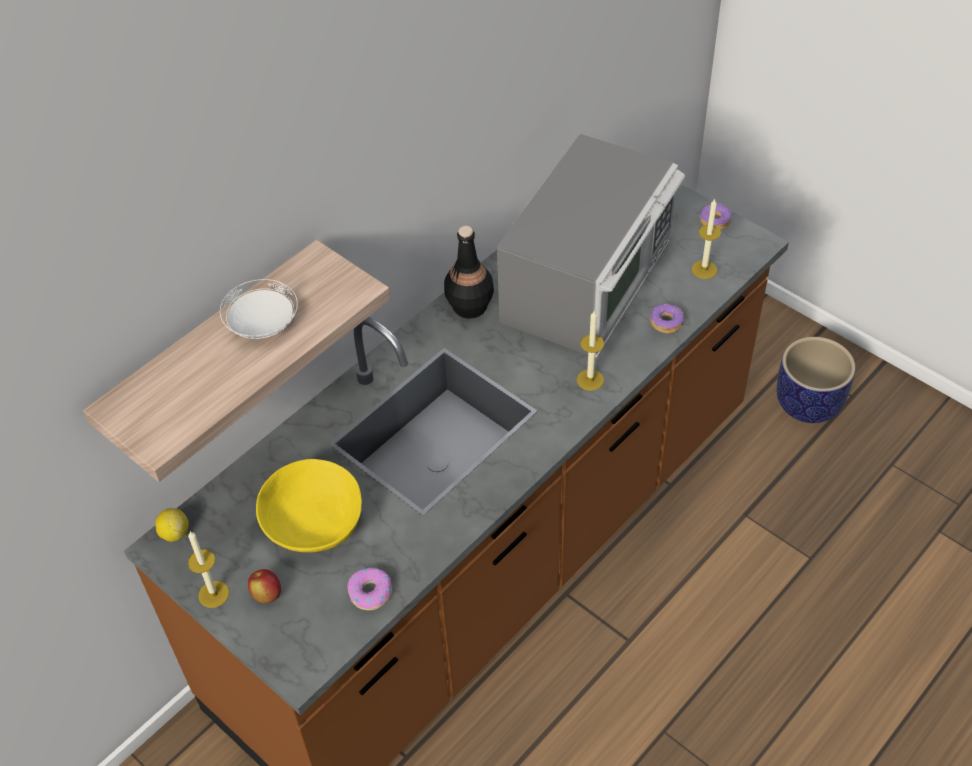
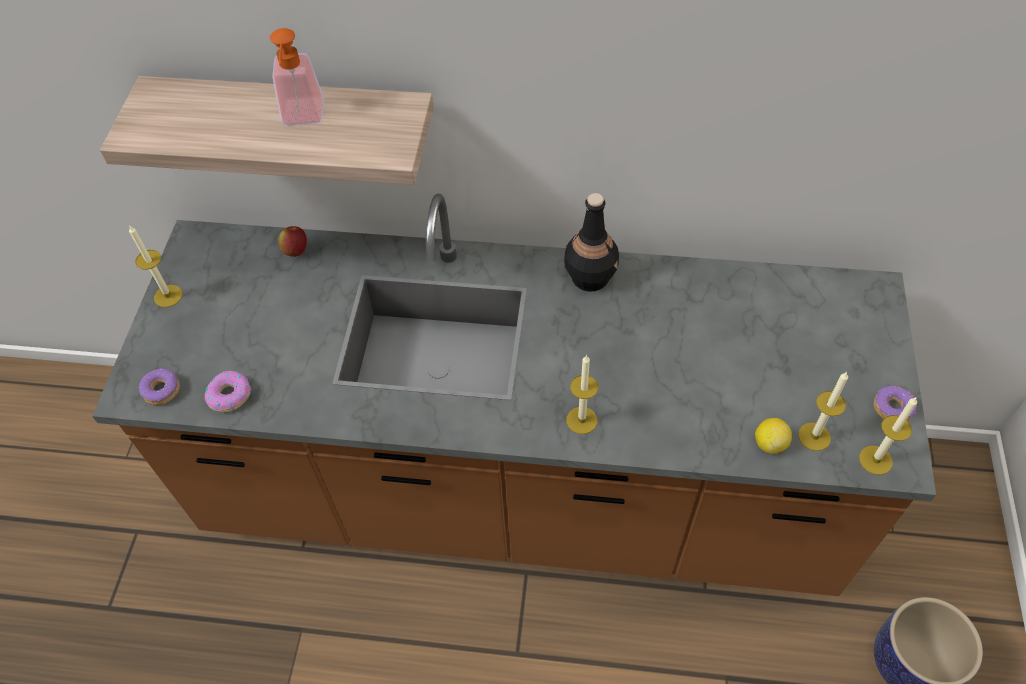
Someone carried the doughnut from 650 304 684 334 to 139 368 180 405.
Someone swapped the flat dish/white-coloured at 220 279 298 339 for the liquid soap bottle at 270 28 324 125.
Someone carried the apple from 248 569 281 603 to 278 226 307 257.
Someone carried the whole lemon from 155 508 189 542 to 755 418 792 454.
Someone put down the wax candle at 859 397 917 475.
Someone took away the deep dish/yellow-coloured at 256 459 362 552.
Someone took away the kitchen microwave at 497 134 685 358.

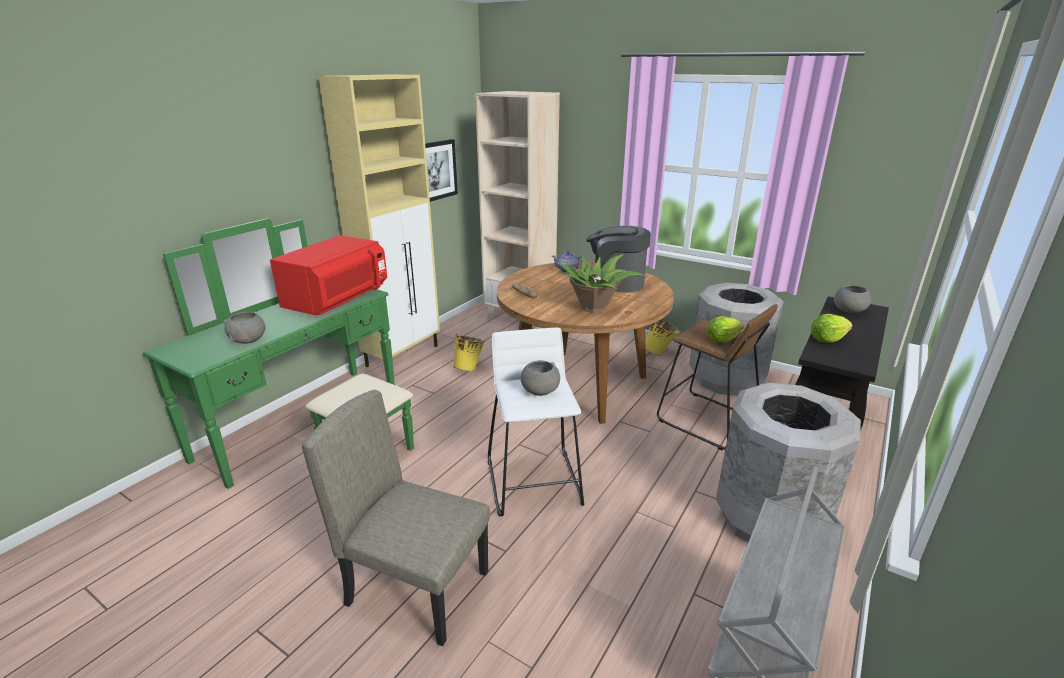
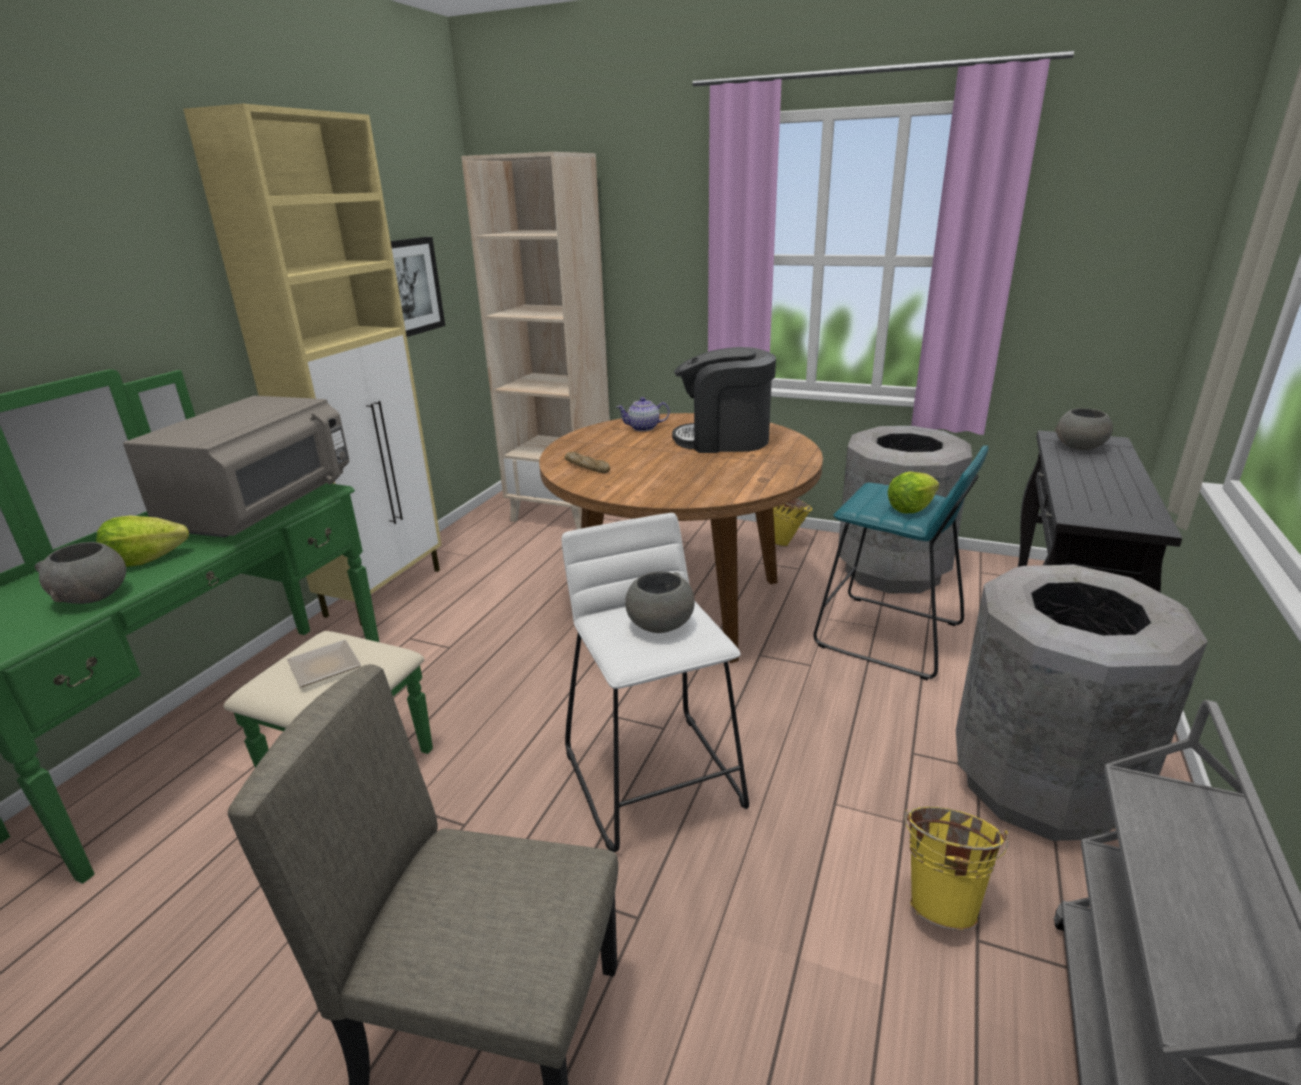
Someone carried the head of lettuce from 811 314 853 343 to 97 516 189 567.
Someone repainted the kitchen microwave/reddish at 270 235 387 315, which became the kitchen microwave/grey at 123 396 349 537.
Someone put down the flat dish at 287 640 361 687.
Someone repainted the sitting stool/brownish at 657 304 778 450, which became the sitting stool/turquoise at 813 445 989 680.
Someone carried the water bucket/yellow-coloured from 452 333 485 371 to 904 807 1008 931.
Someone took away the houseplant at 555 254 645 313.

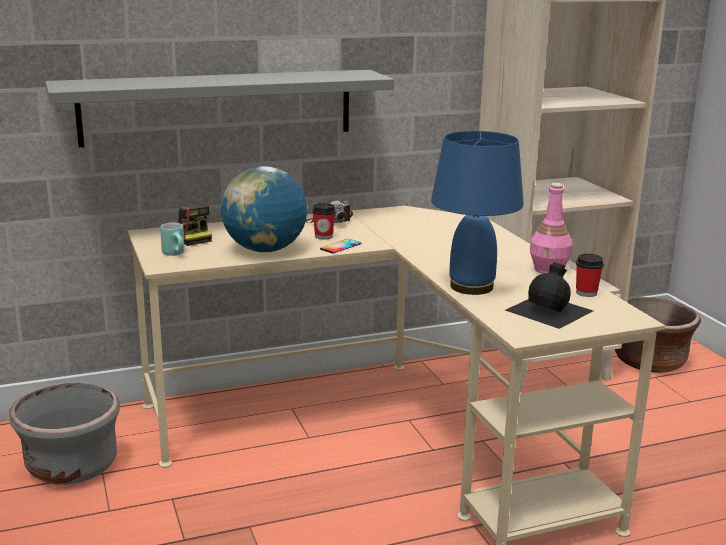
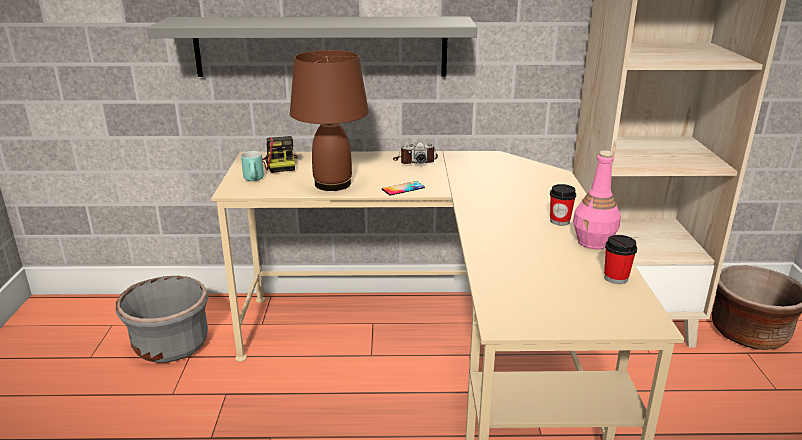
Someone swapped the world globe at 221 166 307 252 for the lamp for a table/brownish at 290 50 369 191.
Someone carried the cup from 312 203 336 240 to 550 184 576 226.
Someone took away the lamp for a table/bluish at 431 131 524 295.
Someone took away the drink bottle/blackish at 505 262 593 329.

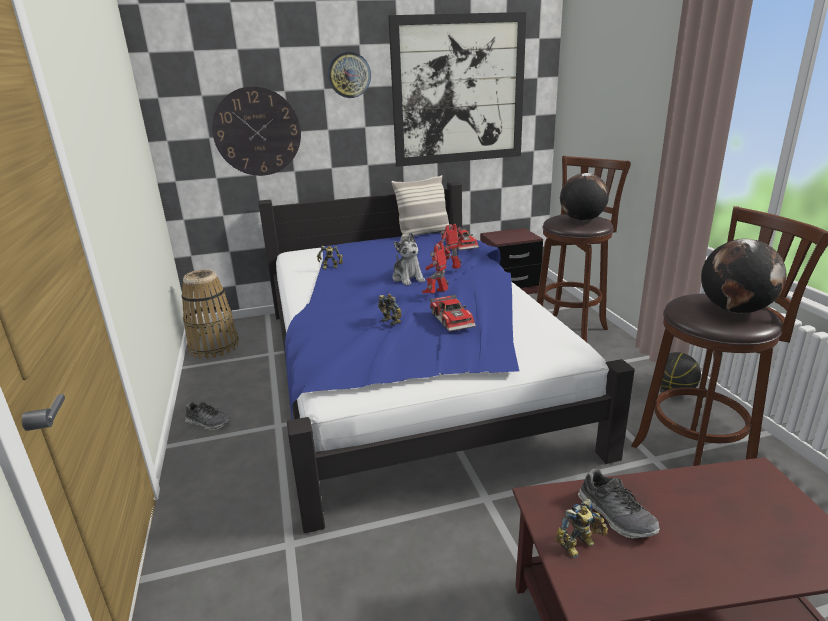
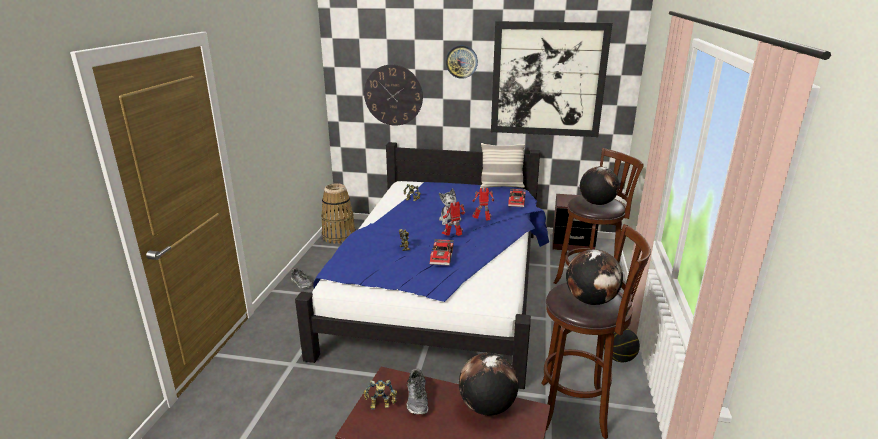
Someone put down the world globe at 459 353 519 415.

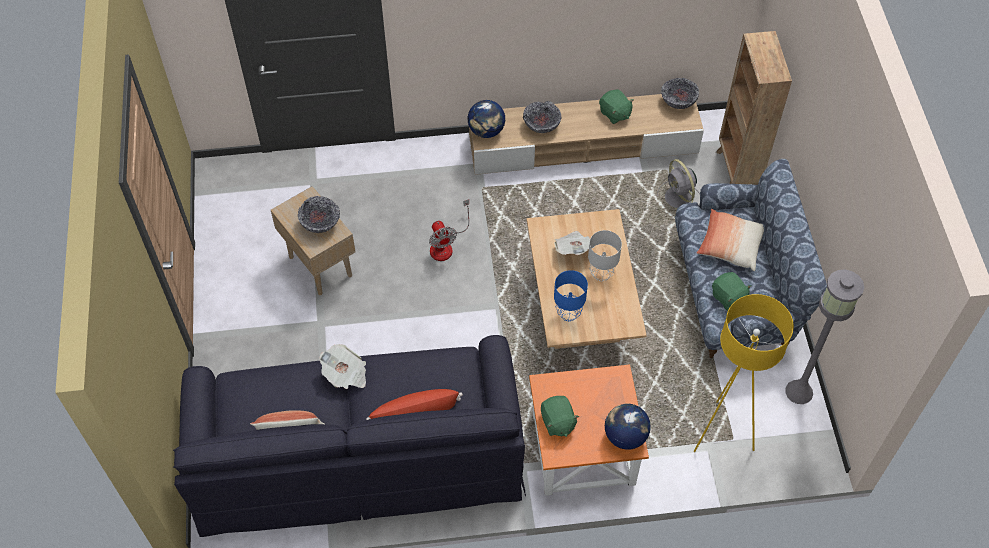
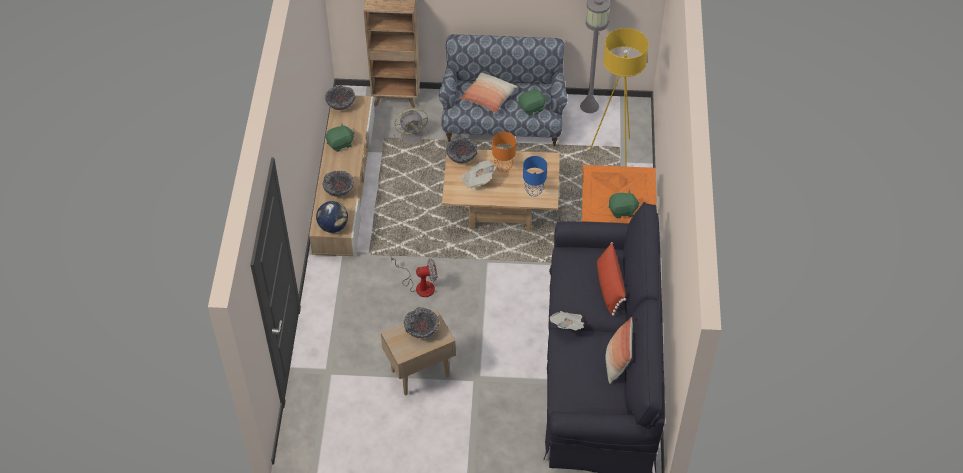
Someone put down the deep dish at 446 137 477 164.
Someone repainted the lamp for a table/grey at 588 230 622 281, which became the lamp for a table/orangey at 492 132 516 173.
Someone took away the world globe at 605 404 651 450.

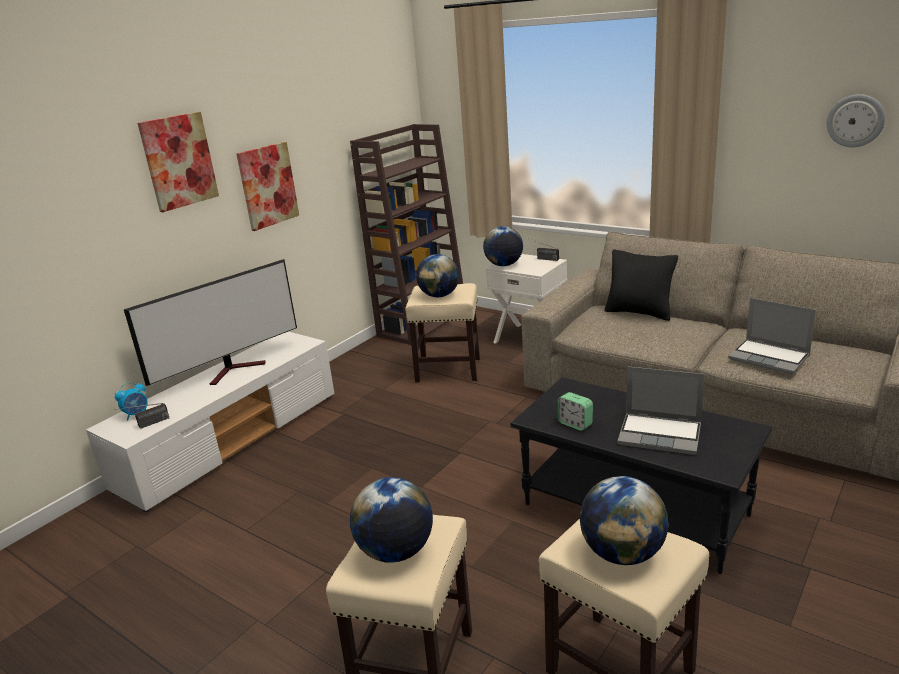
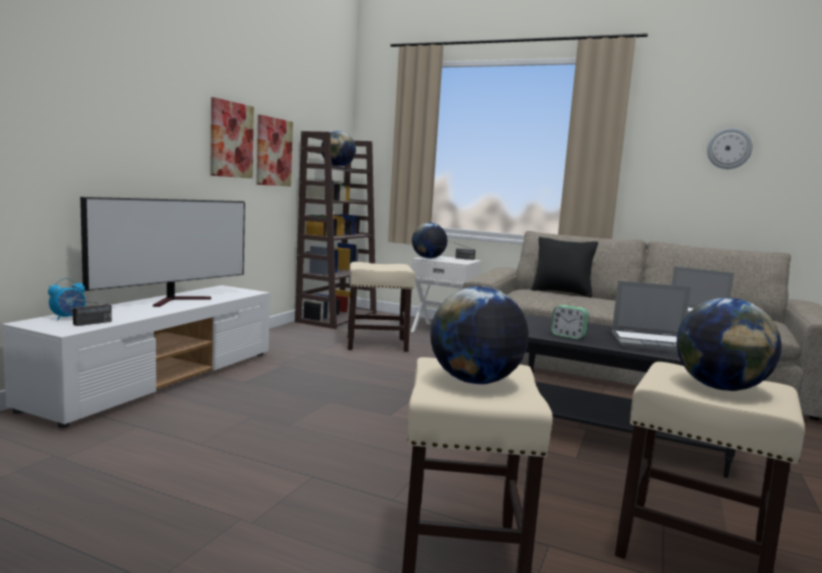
Someone carried the picture from 137 112 219 212 to 256 115 293 186.
Someone carried the world globe from 416 254 459 297 to 321 131 356 167.

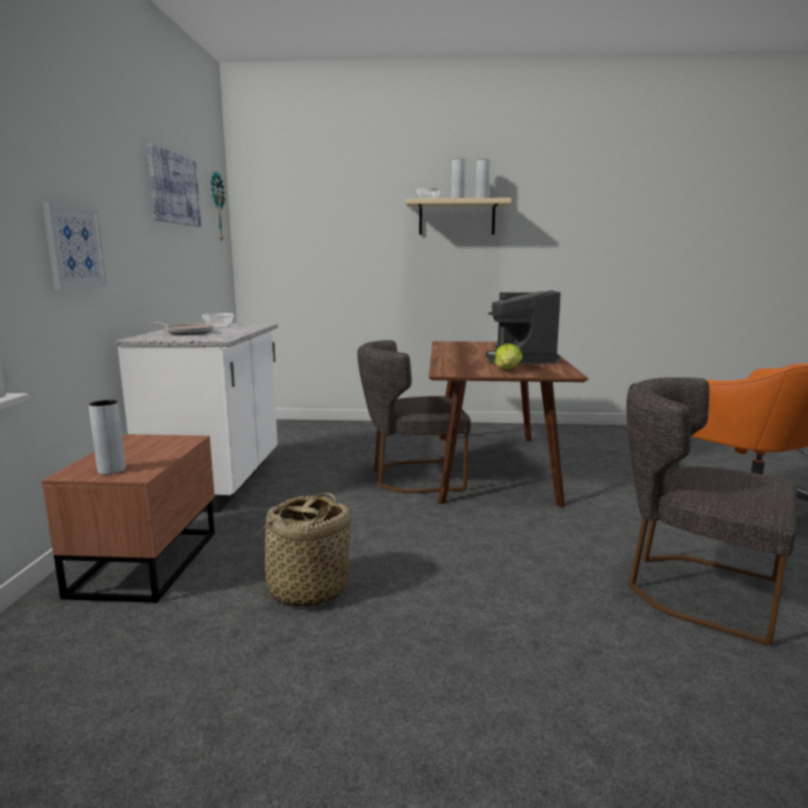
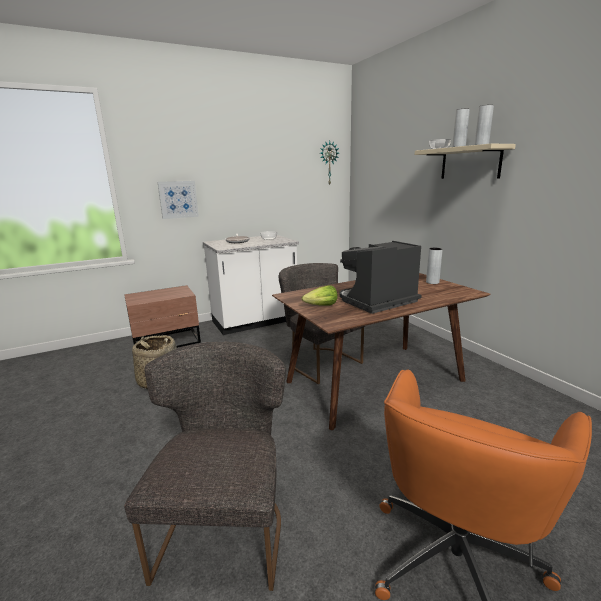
Someone carried the vase/grey from 89 400 126 475 to 426 248 443 284.
Someone took away the picture at 147 144 201 226.

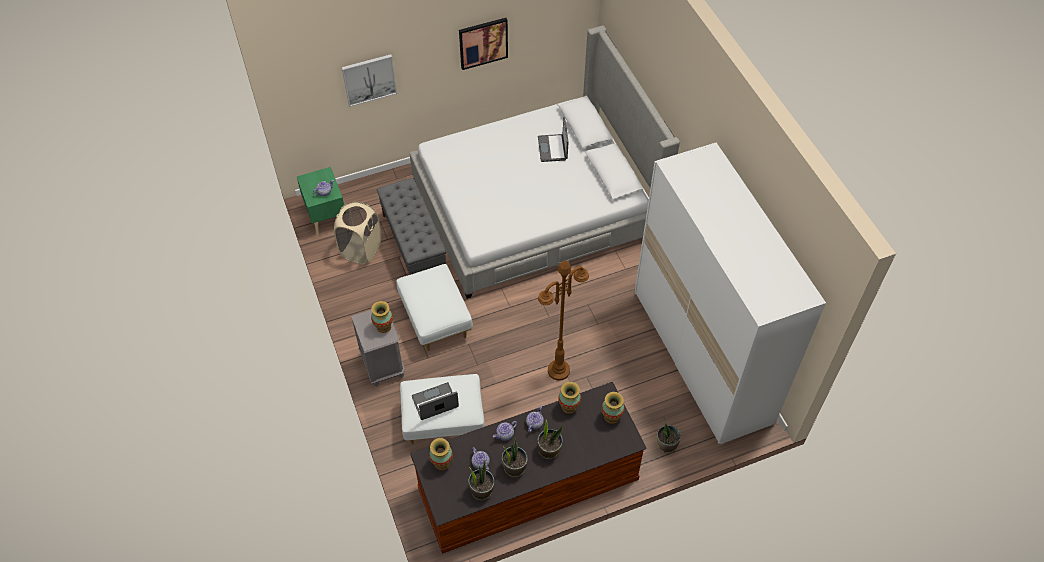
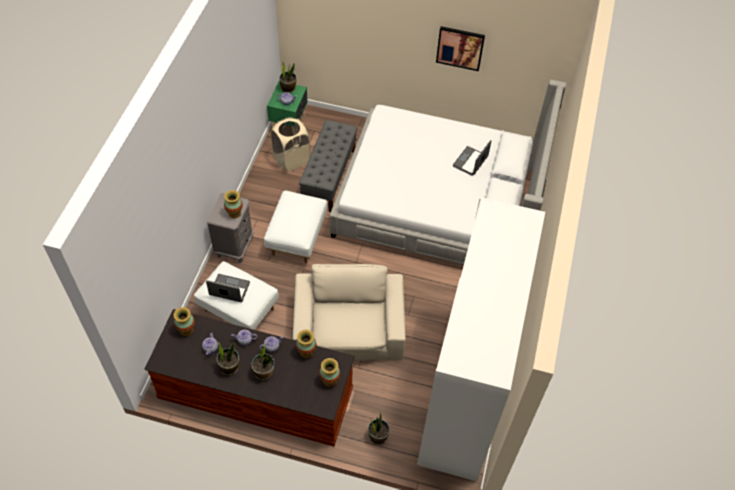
Someone carried the houseplant from 468 460 494 501 to 279 60 297 93.
Someone swapped the standard lamp/brownish at 538 260 589 381 for the armchair/sand-coloured at 293 264 406 360.
Someone took away the picture at 342 54 397 107.

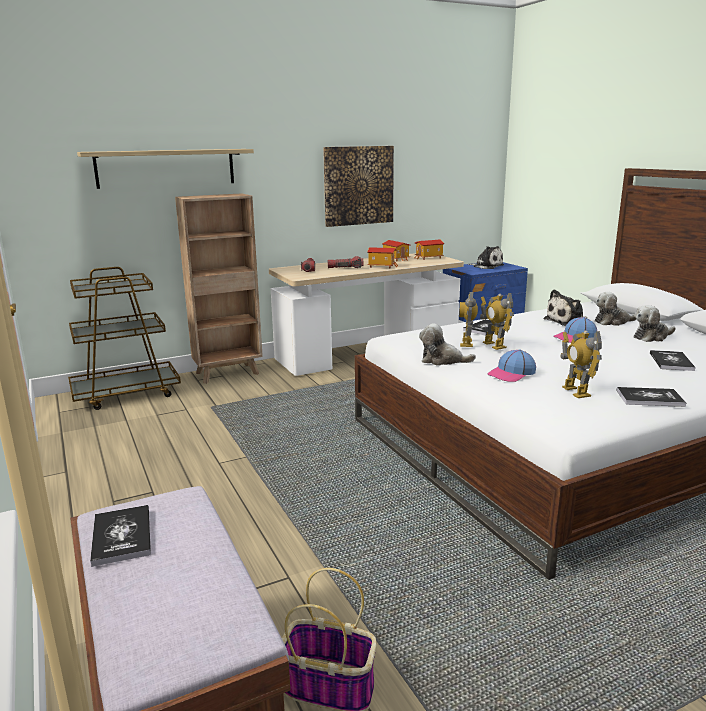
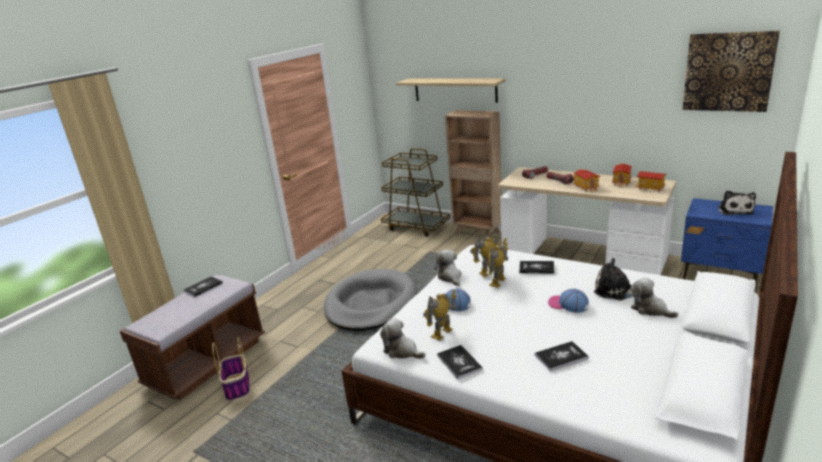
Someone put down the pet bed/grey at 324 269 417 331.
Someone carried the cuddly toy from 634 305 676 342 to 380 318 425 359.
Someone carried the picture from 323 146 394 227 to 682 31 780 112.

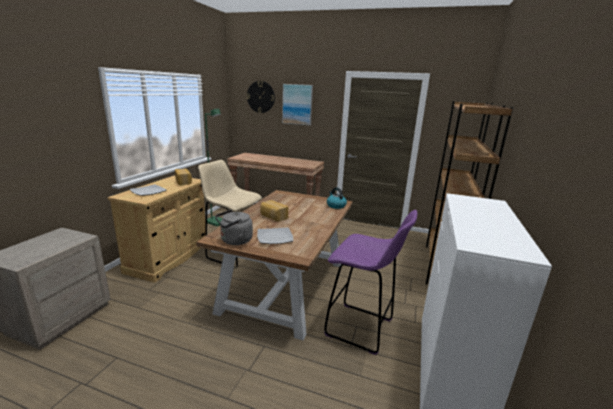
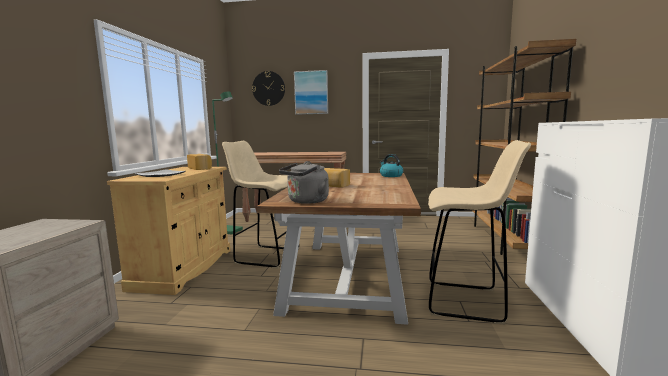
Someone repainted the sitting stool/purple at 324 210 417 355, which became the sitting stool/sand-coloured at 428 140 531 325.
Someone took away the flat dish at 257 227 293 244.

